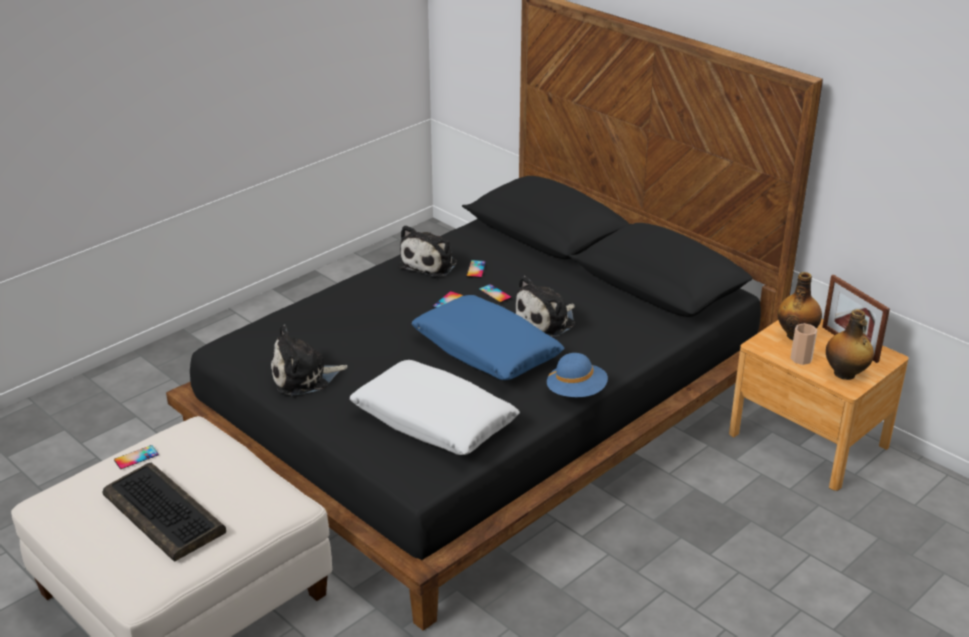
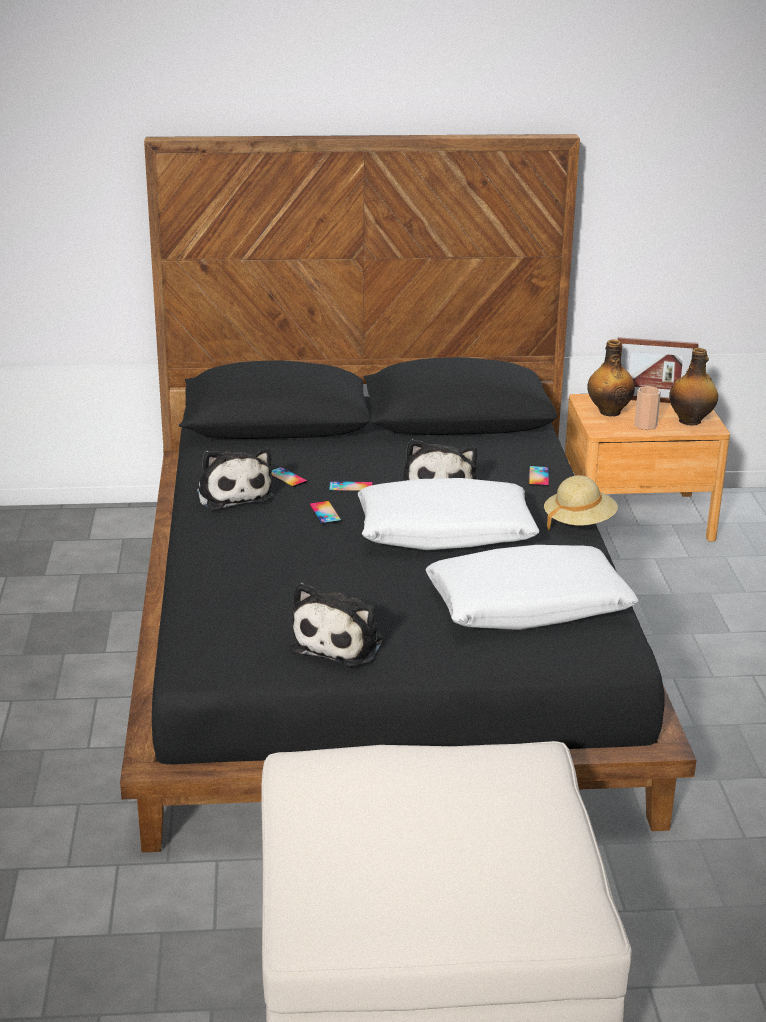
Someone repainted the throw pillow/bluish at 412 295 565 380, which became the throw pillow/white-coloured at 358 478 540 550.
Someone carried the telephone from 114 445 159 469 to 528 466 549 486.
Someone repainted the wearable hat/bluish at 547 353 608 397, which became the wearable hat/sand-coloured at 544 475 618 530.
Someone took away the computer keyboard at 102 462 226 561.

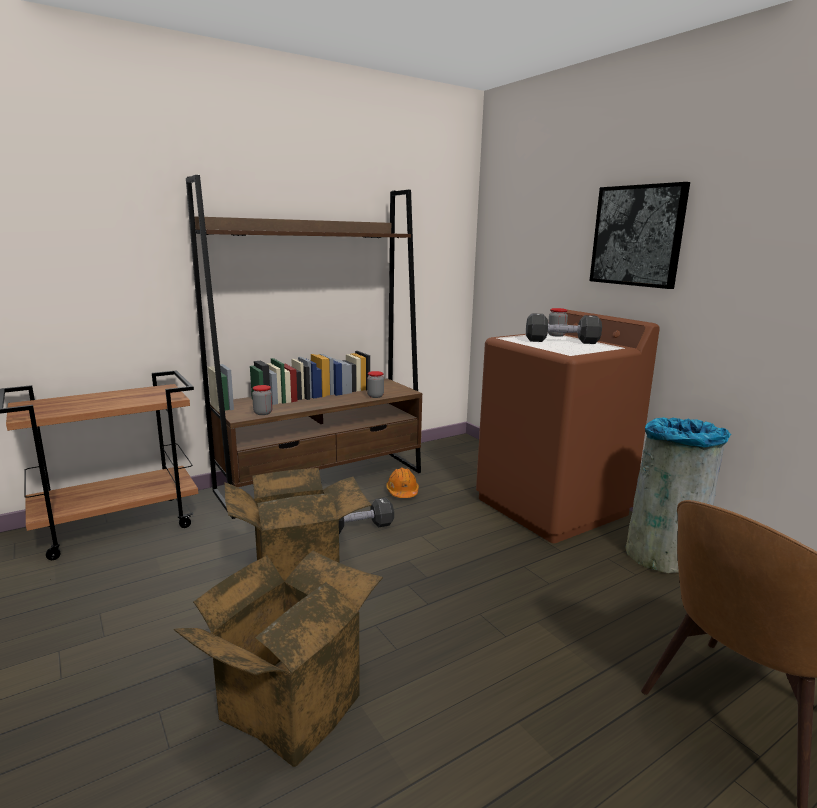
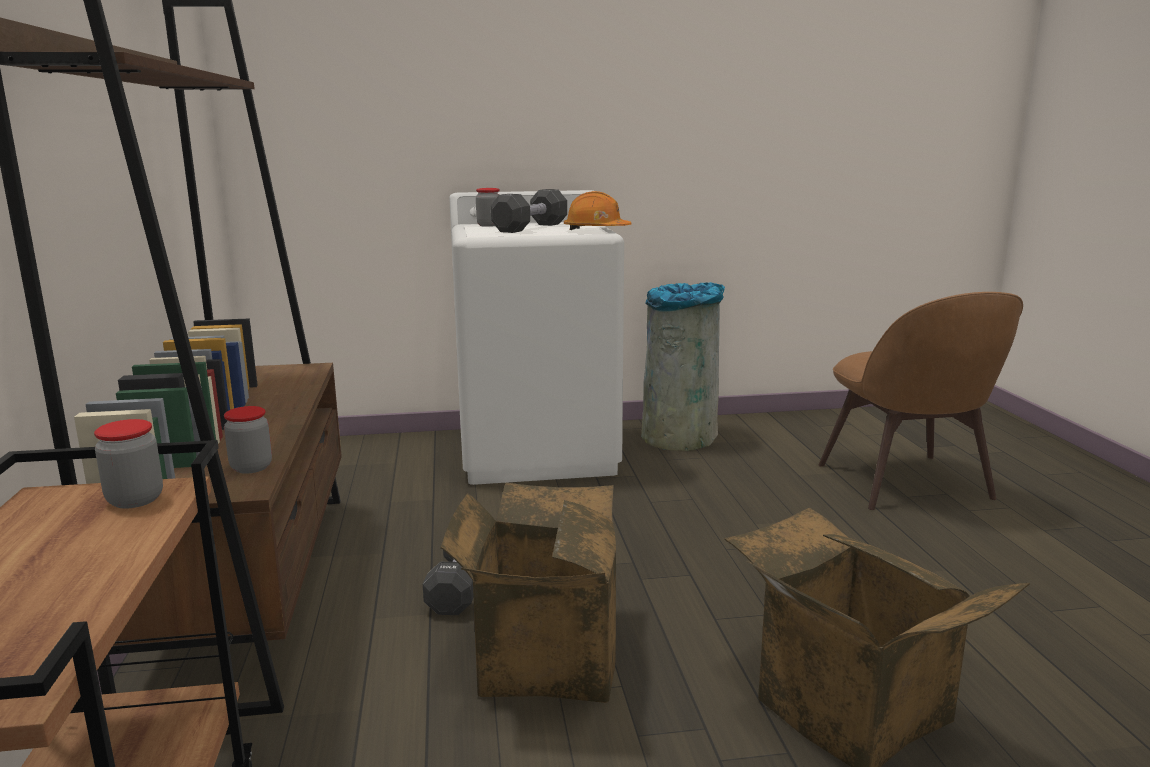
Someone carried the preserve jar from 367 371 384 398 to 94 419 163 509.
Someone repainted the washing machine/brownish at 476 310 660 543, which became the washing machine/white-coloured at 449 190 624 485.
Someone carried the safety helmet/orangey from 386 468 419 498 to 564 191 632 230.
Someone took away the picture at 589 182 690 289.

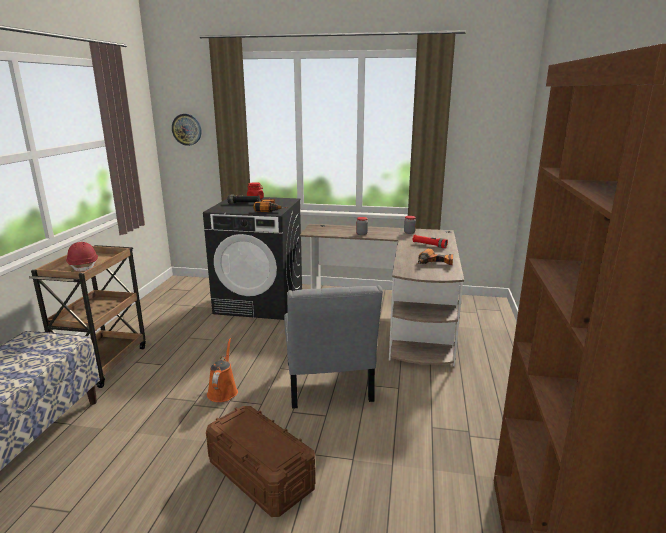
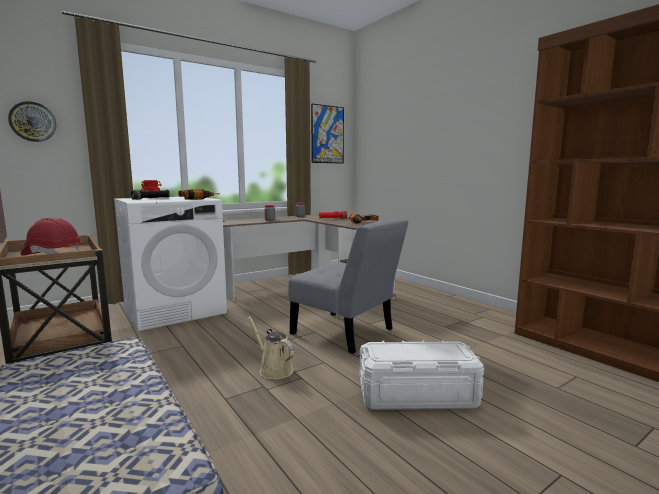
Someone repainted the washing machine/blackish at 203 197 302 320, which became the washing machine/white-coloured at 114 197 227 331.
Someone repainted the watering can/orangey at 207 338 238 402, which became the watering can/sand-coloured at 248 316 295 379.
Someone put up the picture at 311 104 344 164.
Someone repainted the storage bin/brownish at 206 406 316 517, which became the storage bin/white-coloured at 360 340 484 410.

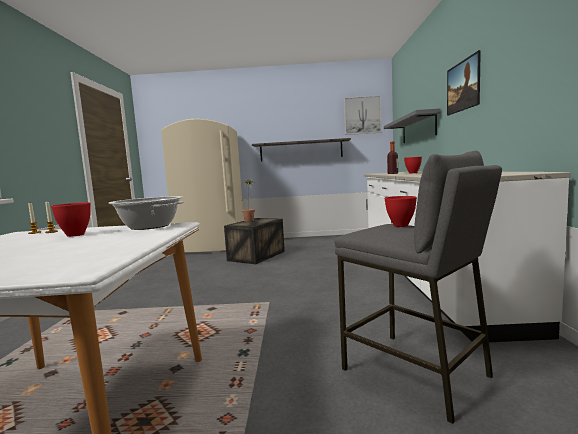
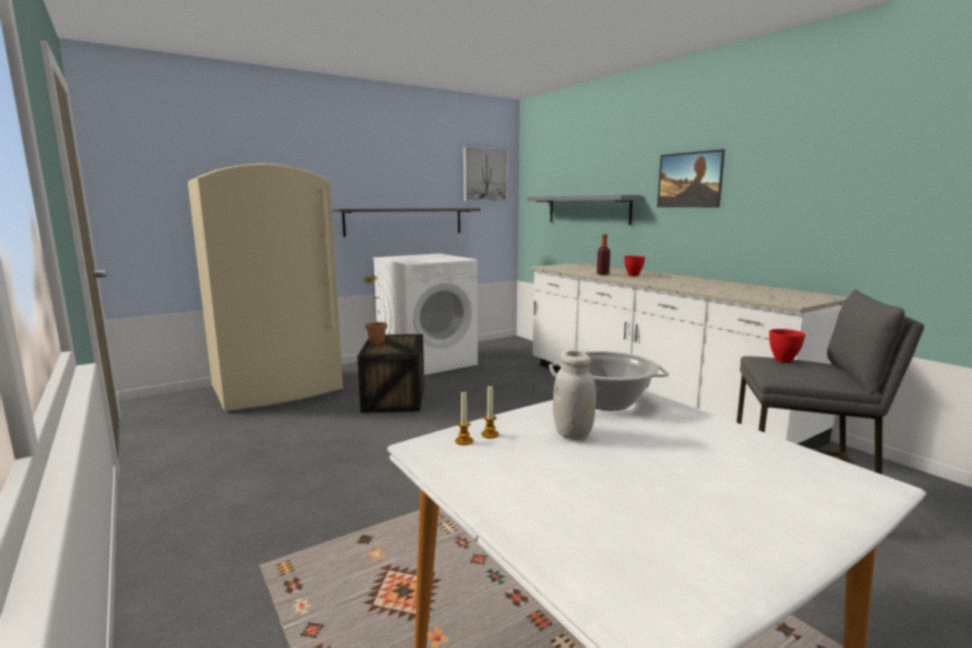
Someone put down the washing machine/white-coloured at 373 254 478 375.
Someone swapped the deep dish/reddish at 51 202 91 237 for the preserve jar/white-coloured at 553 350 596 440.

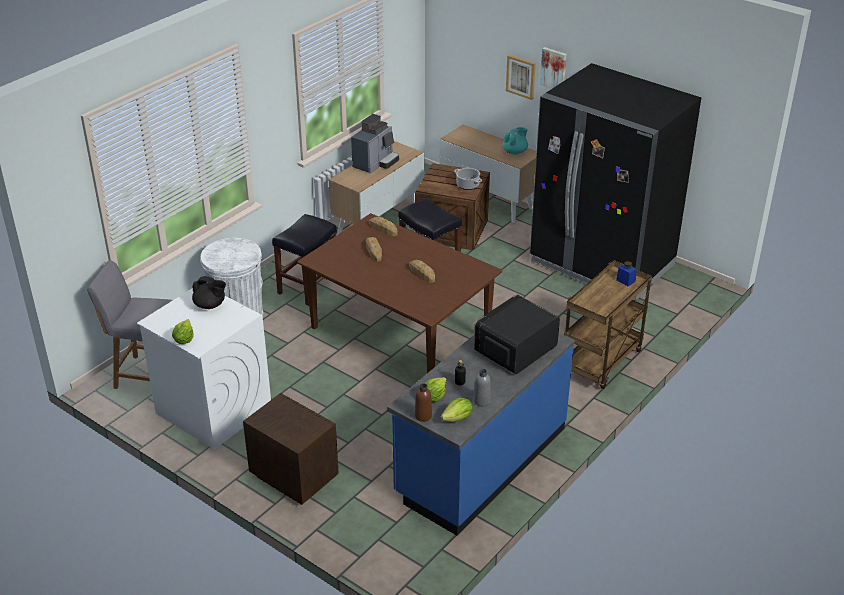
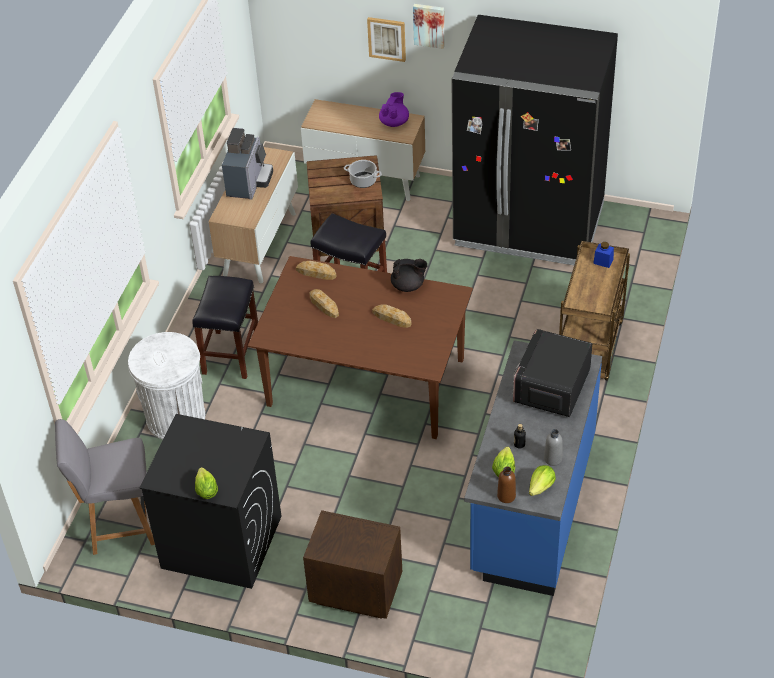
Someone repainted the washing machine/white-coloured at 137 288 271 450, which became the washing machine/blackish at 139 414 281 589.
Someone repainted the tea pot/turquoise at 502 127 528 155, which became the tea pot/purple at 379 92 409 127.
Someone carried the tea pot/blackish from 192 276 226 309 to 391 259 427 292.

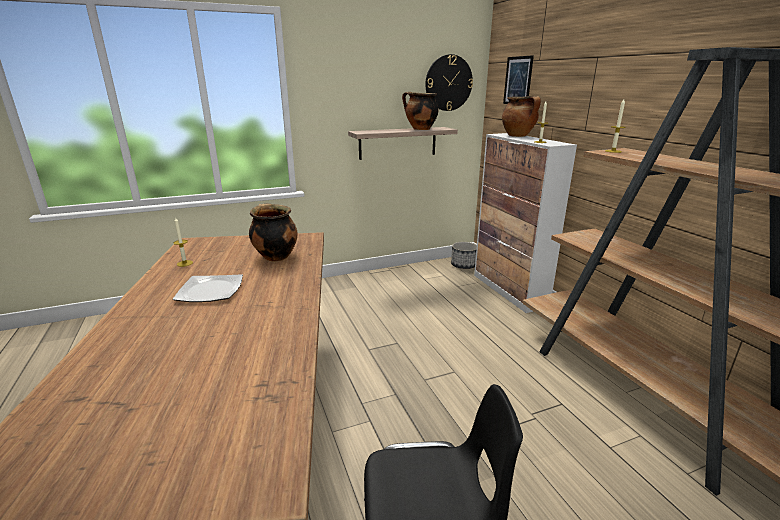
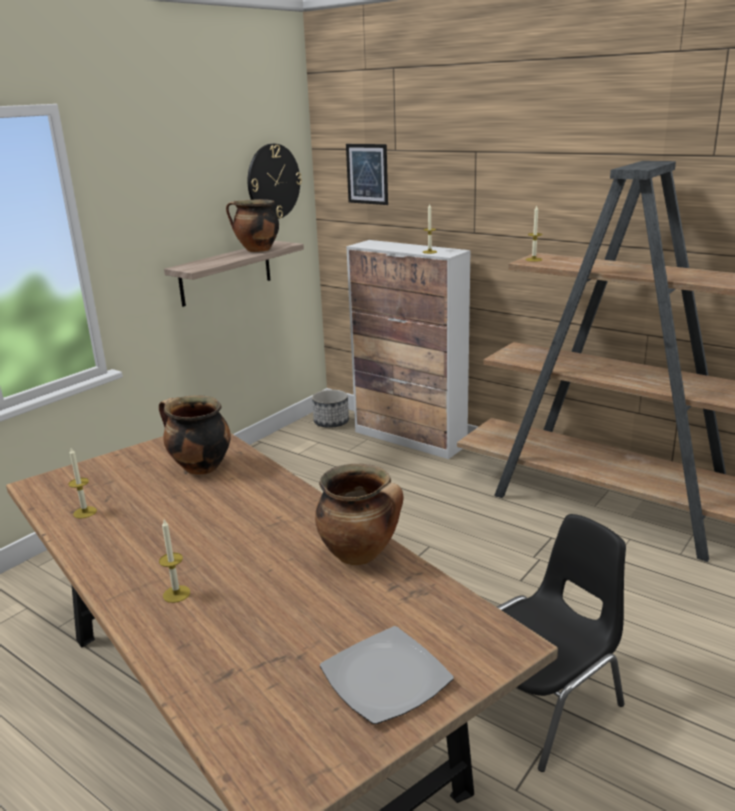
Someone put down the wax candle at 159 520 190 603.
Someone carried the stockpot from 502 96 541 137 to 315 464 404 565.
Someone carried the flat dish from 173 274 243 302 to 320 626 454 724.

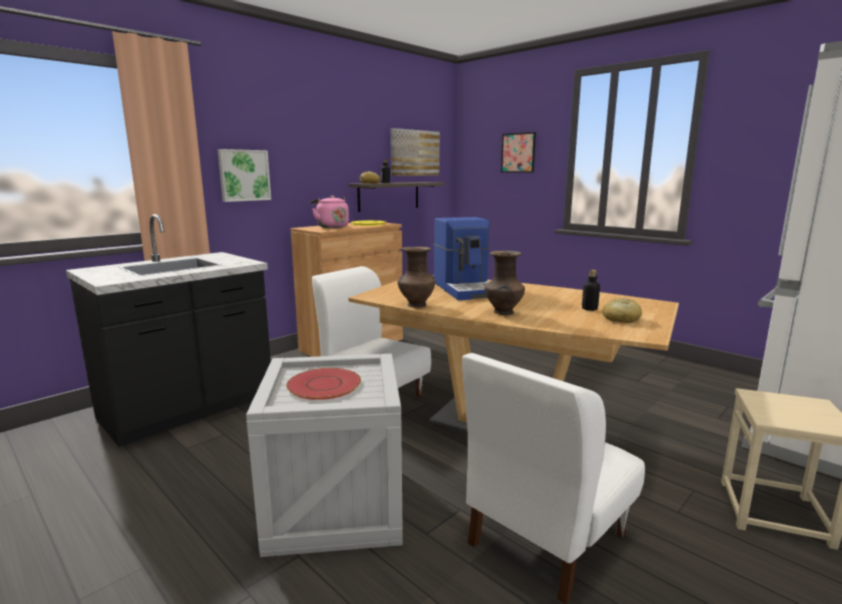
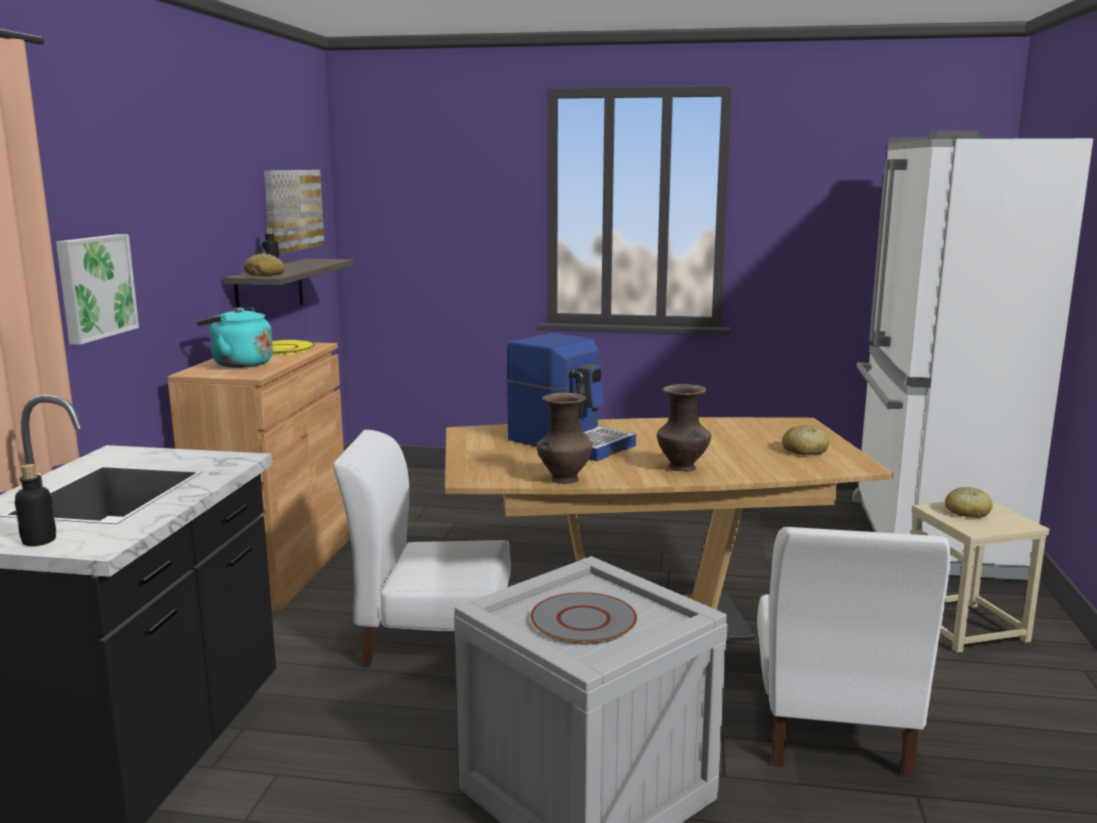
Someone carried the drink bottle from 582 270 600 311 to 15 464 57 546.
Someone repainted the kettle/pink at 311 196 349 228, which became the kettle/turquoise at 197 307 273 368.
Someone repainted the flat dish/reddish at 286 368 361 400, which became the flat dish/grey at 530 592 637 644.
Someone put down the baked bread at 945 487 993 518.
Someone took away the picture at 501 132 536 173.

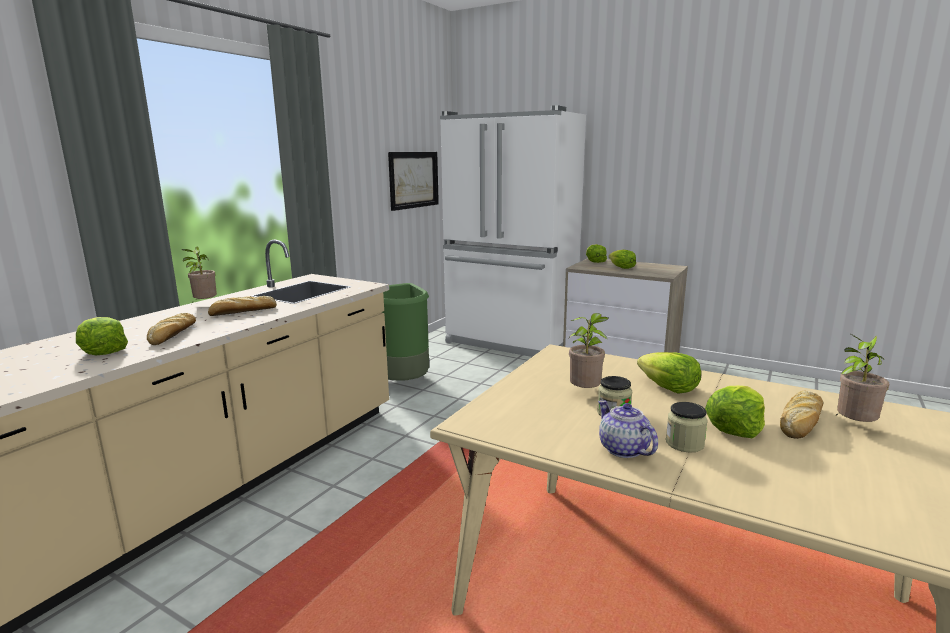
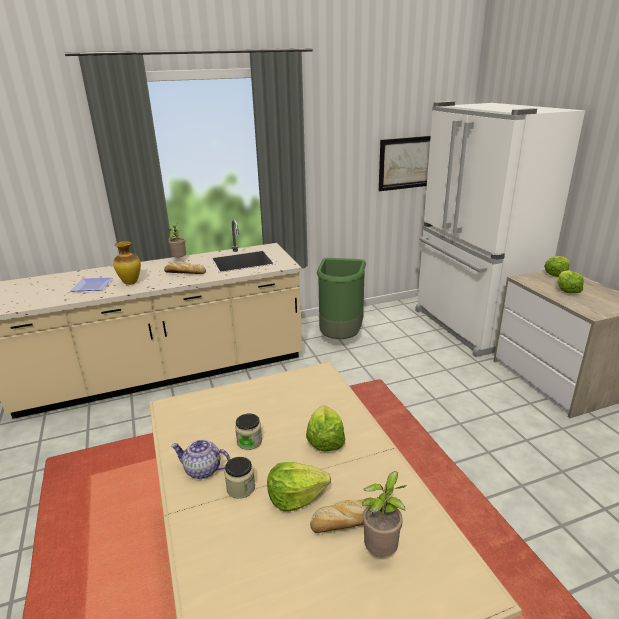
Someone swapped the head of lettuce at 76 317 128 356 for the flat dish at 70 278 112 292.
Someone swapped the baked bread at 147 313 196 345 for the vase at 113 241 141 285.
Someone rotated the tea pot at 598 400 658 458 by 90 degrees counterclockwise.
Someone took away the houseplant at 569 313 609 388.

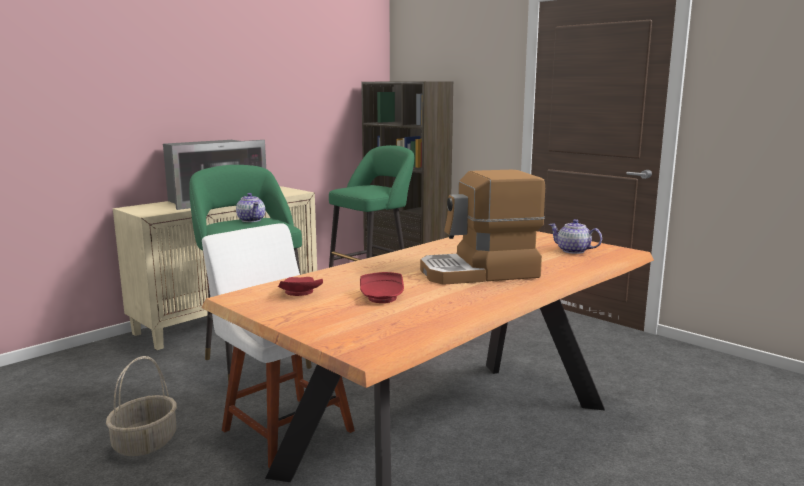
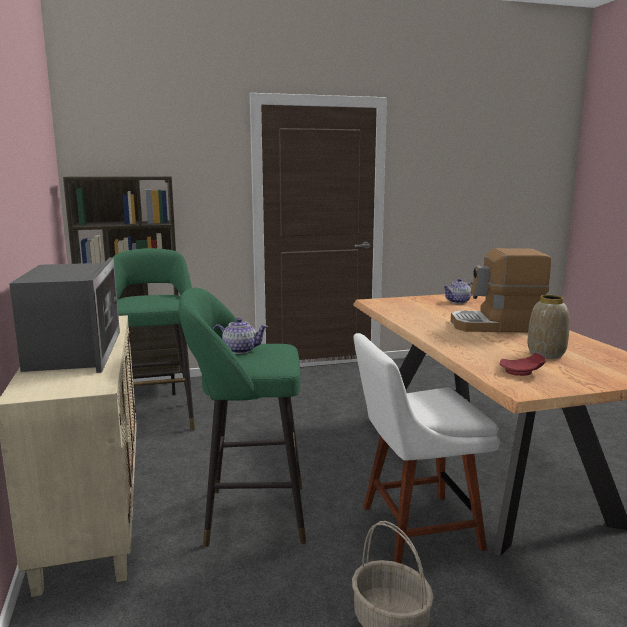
Someone rotated the coffee machine at 420 170 545 285 by 75 degrees clockwise.
Someone swapped the flat dish/reddish at 360 272 404 303 for the vase at 527 295 570 359.

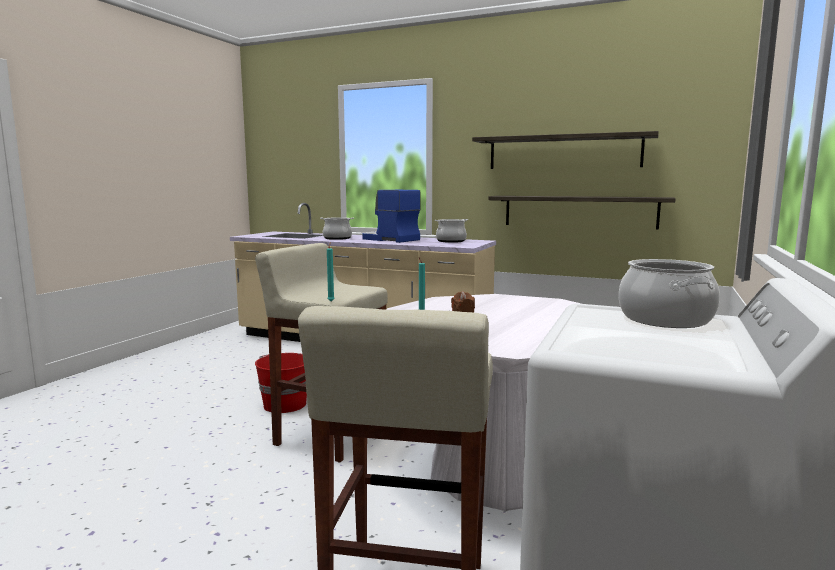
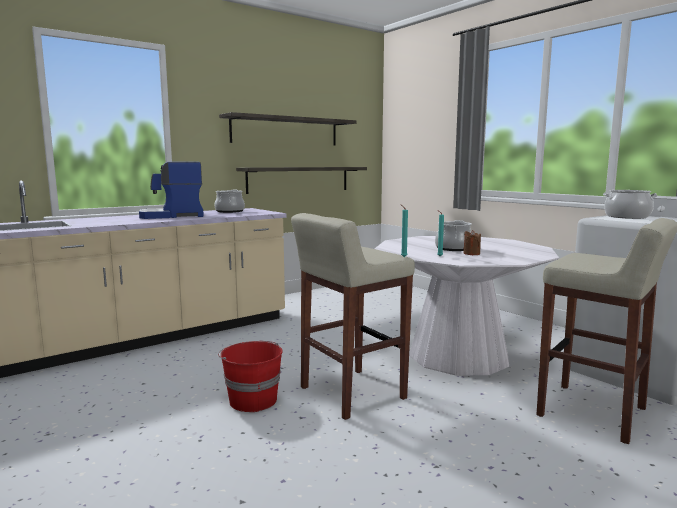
Someone carried the stockpot from 320 217 354 240 to 435 220 472 251.

